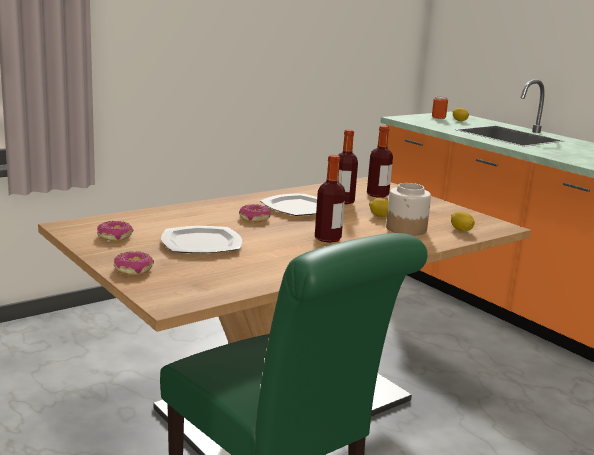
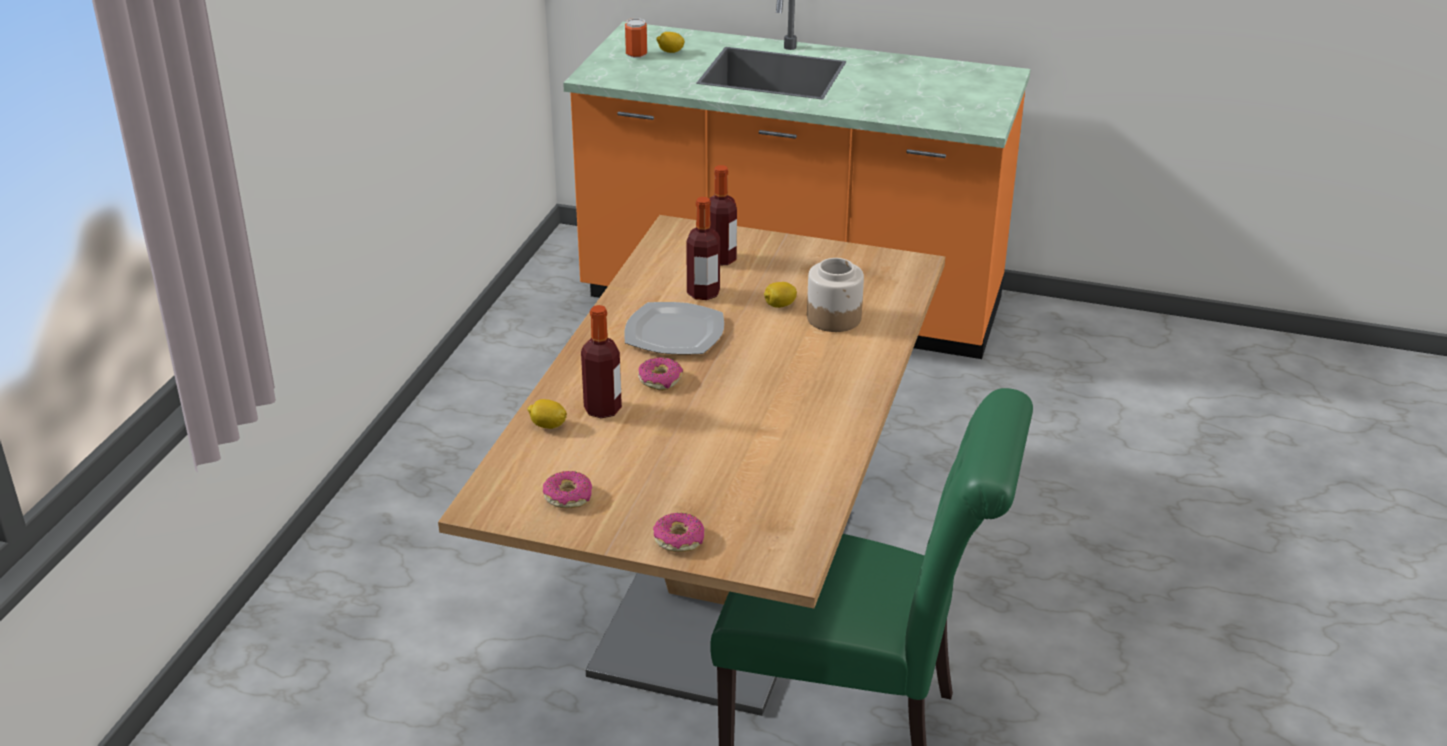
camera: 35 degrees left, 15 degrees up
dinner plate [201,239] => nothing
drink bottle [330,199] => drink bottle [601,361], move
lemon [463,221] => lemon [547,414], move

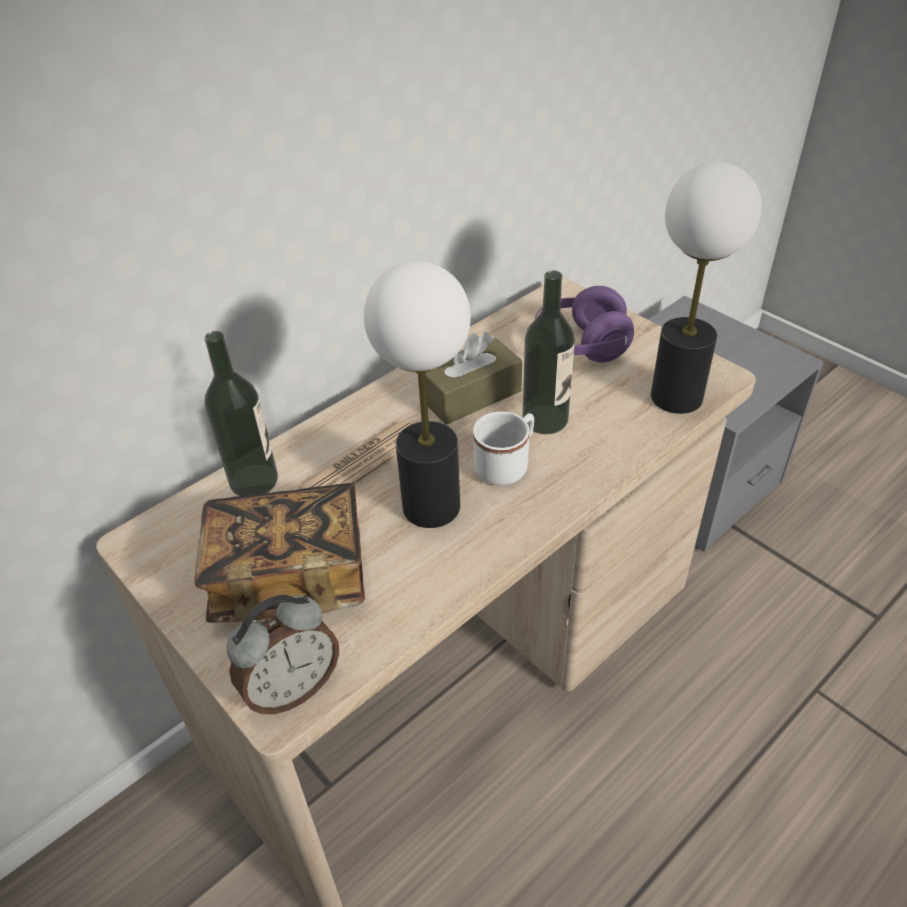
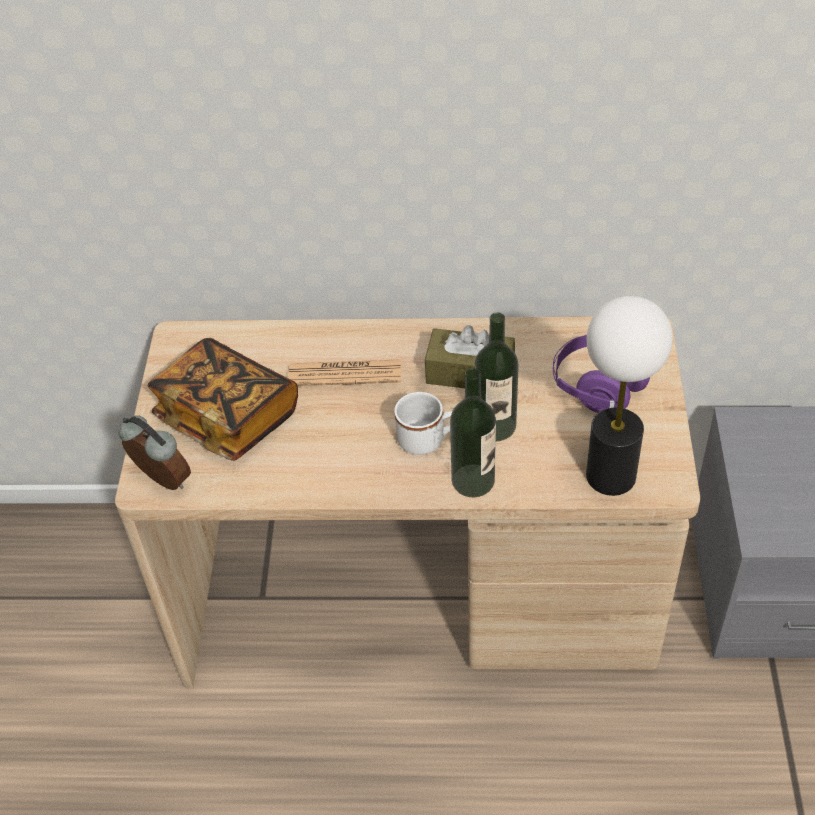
camera: 45 degrees right, 5 degrees up
table lamp [417,394] => nothing
drink bottle [241,413] => drink bottle [473,432], move
table clock [283,654] => table clock [154,452], 150 degrees counterclockwise

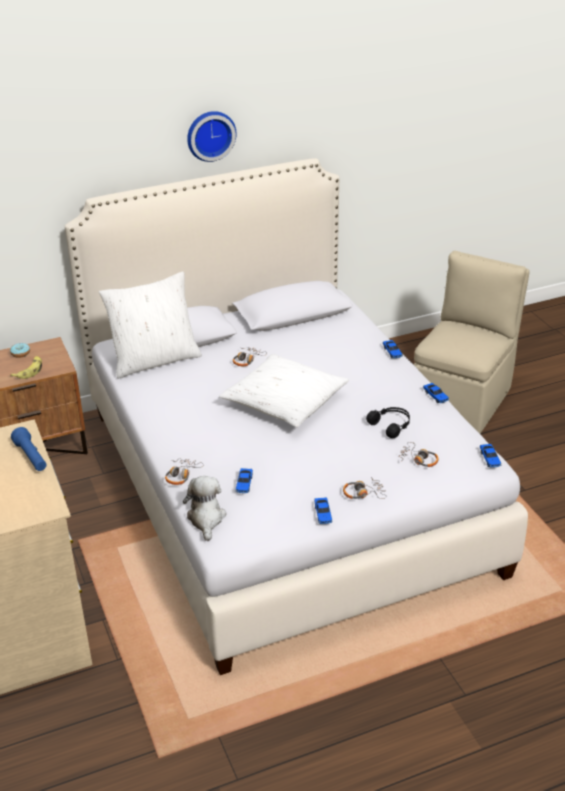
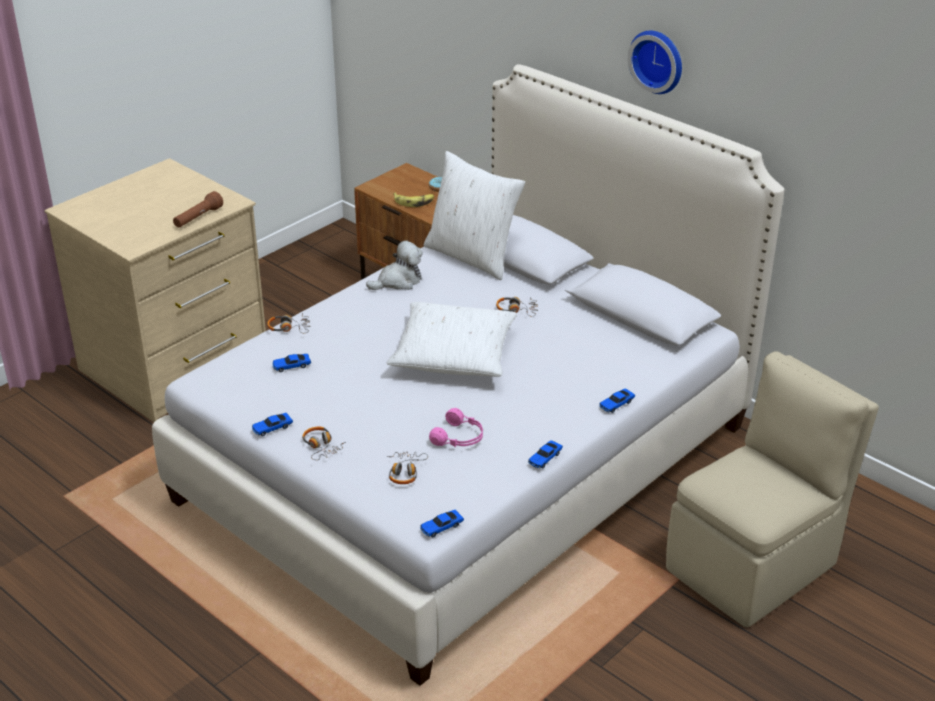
camera: 65 degrees right, 0 degrees up
cuddly toy [205,508] => cuddly toy [394,265], move
blue-coloured torch [29,449] => brown torch [198,209]
black headset [388,422] => pinkish headset [456,427]
beige-coloured upright chair [471,342] => beige-coloured upright chair [772,489], 45 degrees counterclockwise

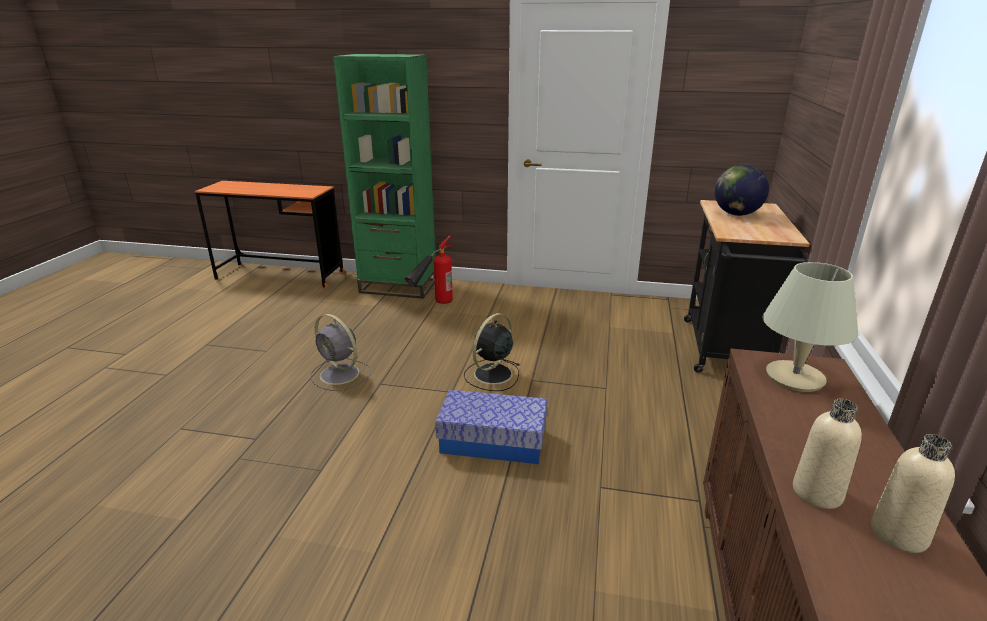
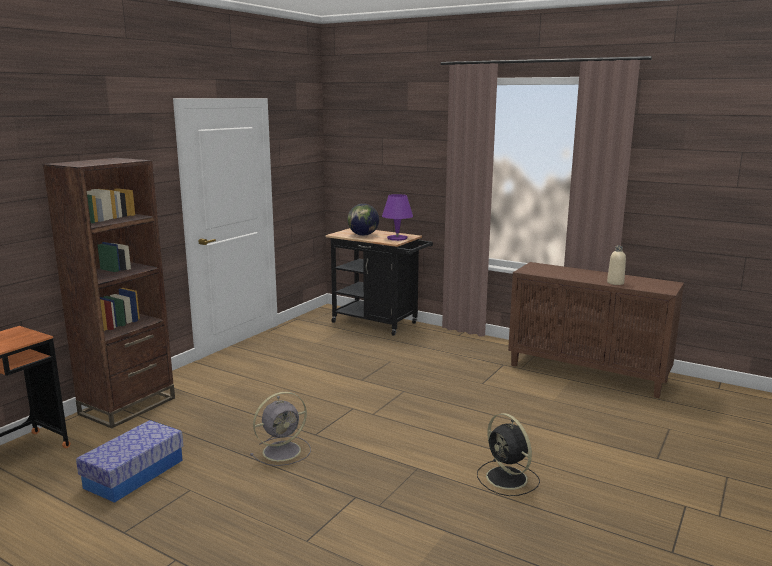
camera: 70 degrees left, 10 degrees down
fire-fighting cylinder [429,270] => nothing
beige-coloured table lamp [810,327] => nothing
beige-coloured drink bottle [913,493] => nothing
nothing => purple-coloured table lamp [397,217]
storage box [491,427] => storage box [129,461], move
black cooling fan [492,352] => black cooling fan [508,454], move
green-coloured bookshelf [384,176] => brown bookshelf [109,293]

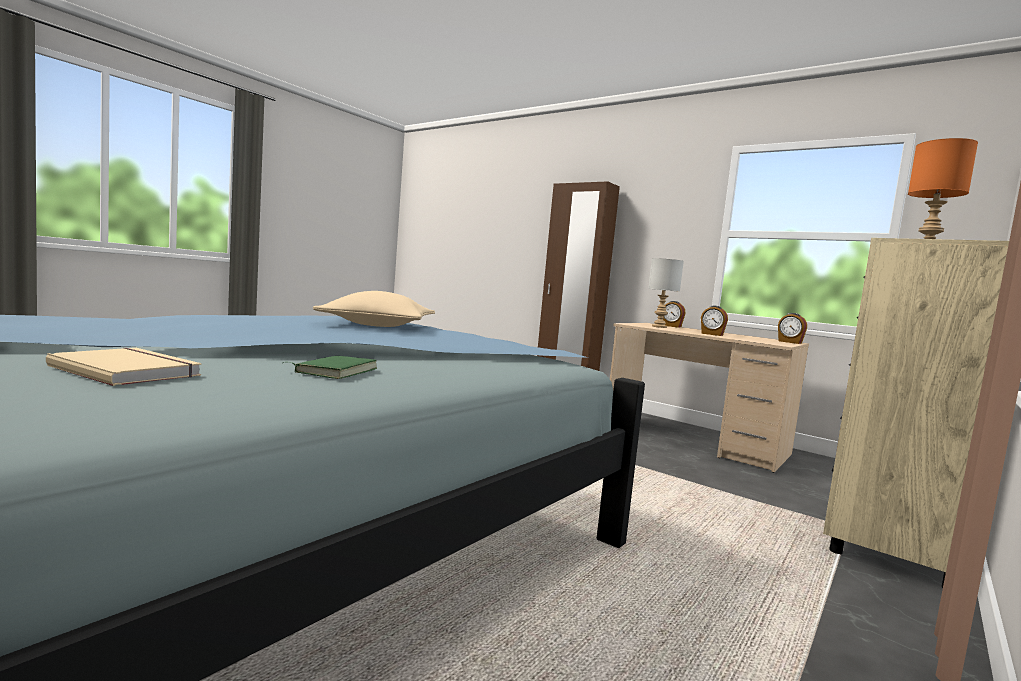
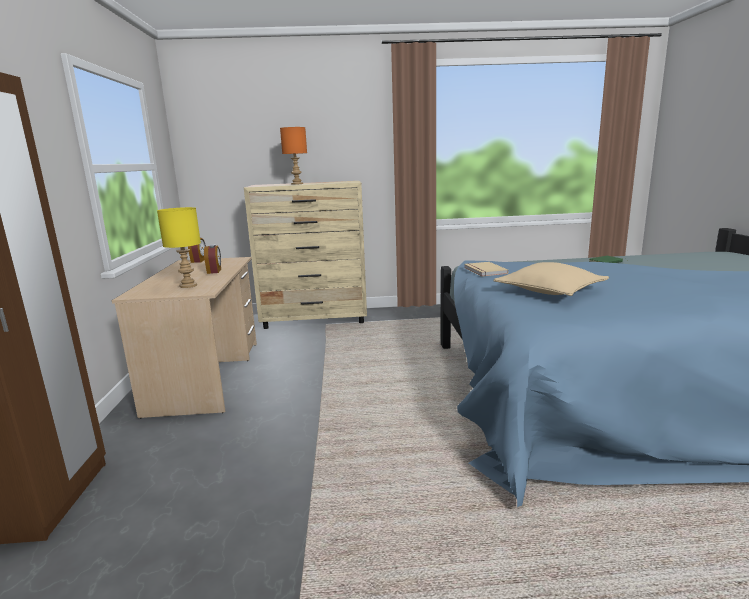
camera: 130 degrees left, 10 degrees up
table clock [674,314] => nothing
beige-coloured bound book [124,367] => beige-coloured bound book [487,269], move
grey table lamp [666,293] => yellowish table lamp [179,247]

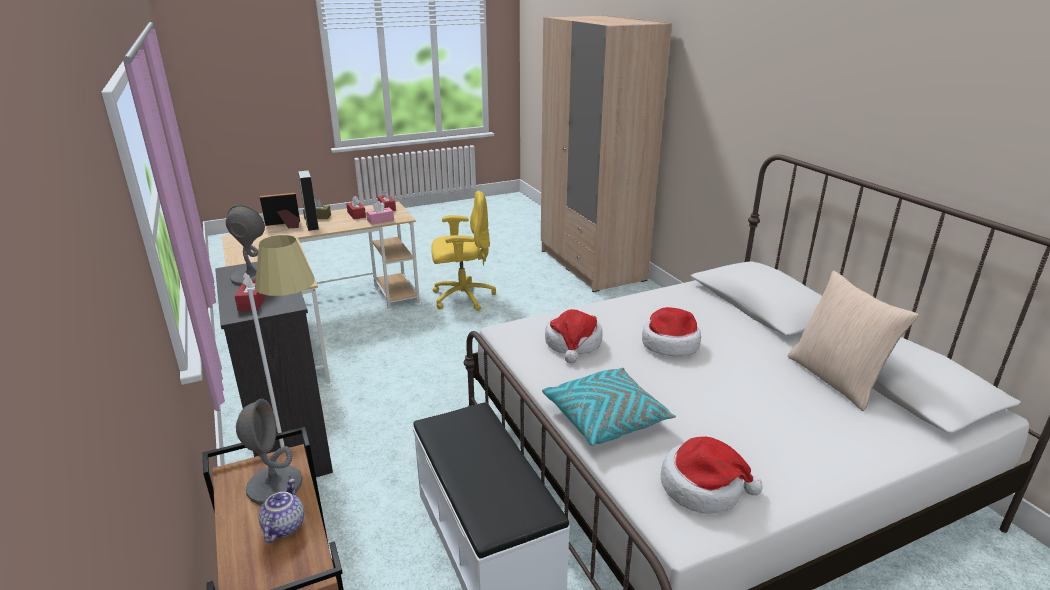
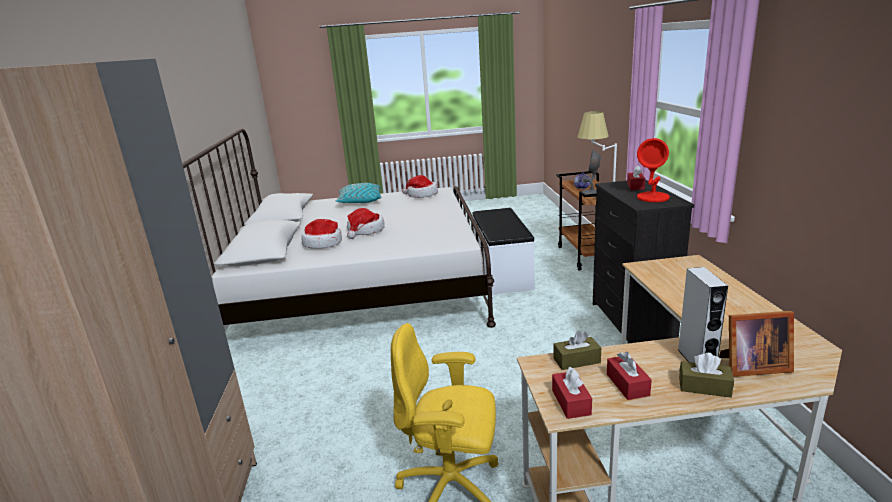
camera: 160 degrees left, 5 degrees down
beige-coloured throw pillow [853,340] => nothing
turquoise throw pillow [609,407] => turquoise throw pillow [359,193], move
wearable hat [574,336] => wearable hat [321,234], move
grey table lamp [245,245] => red-coloured table lamp [653,170]
pinkish box of tissues [380,213] => brown box of tissues [577,350]

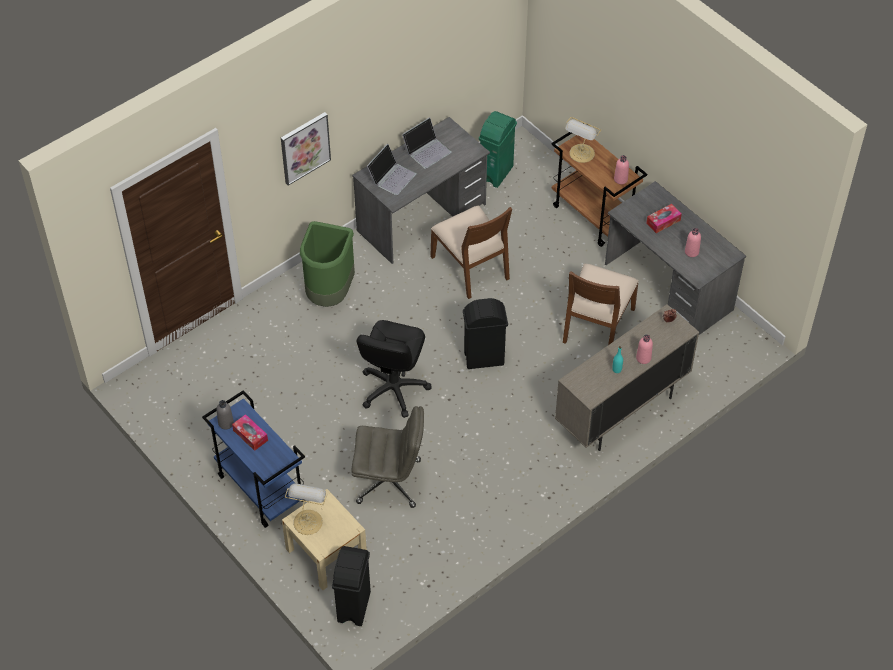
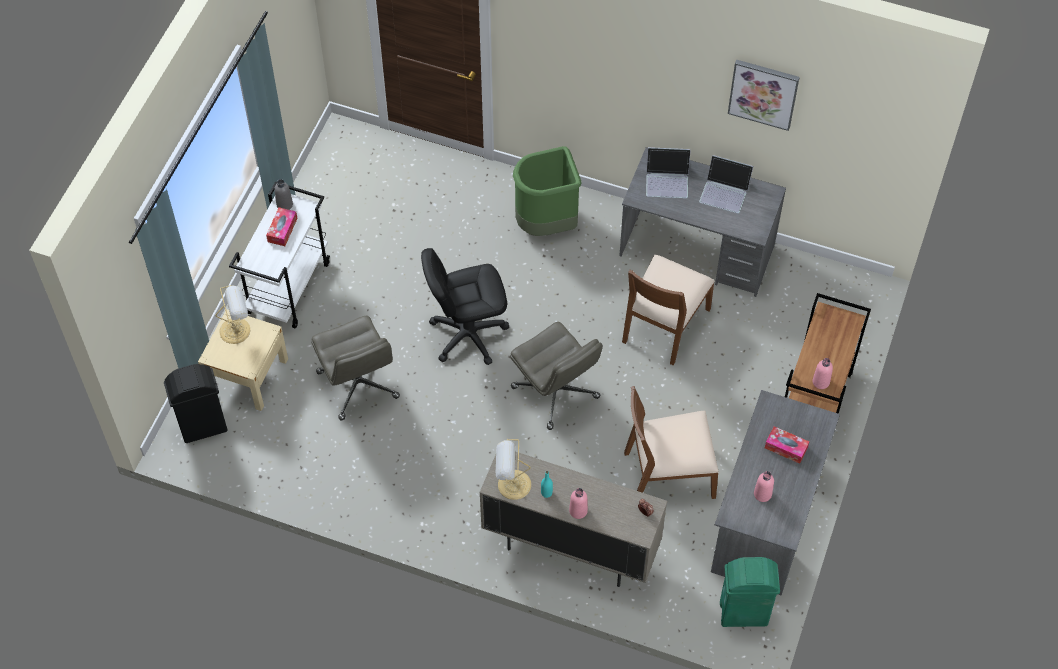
camera: 60 degrees right, 5 degrees up
wall picture [306,149] => wall picture [764,95], move
green-coloured rubbish bin [498,149] => green-coloured rubbish bin [750,592], move
table lamp [583,140] => table lamp [513,469], move
black rubbish bin [485,333] => grey computer chair [556,376]
blue-coloured wheeled cart [253,459] => whitish wheeled cart [279,255]

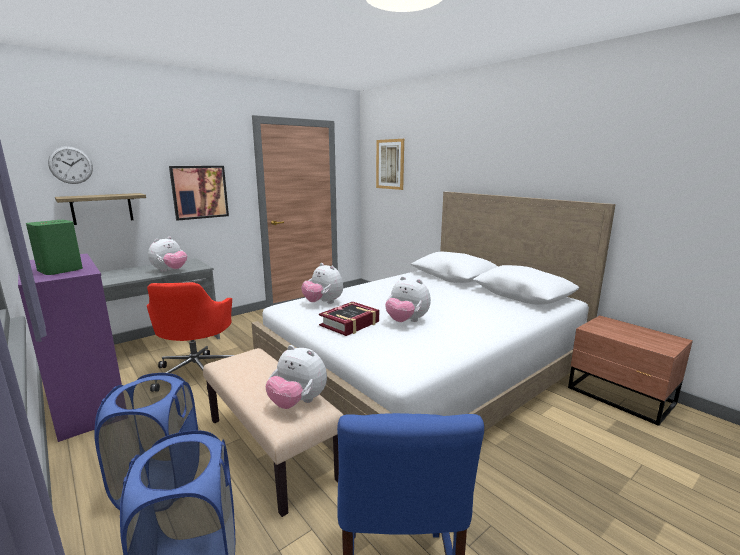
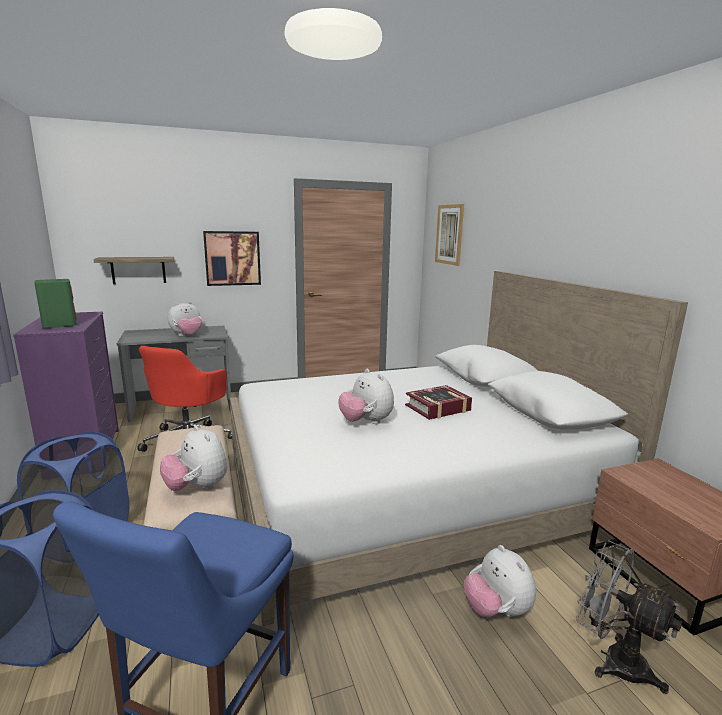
camera: 20 degrees right, 0 degrees up
wall clock [70,165] => nothing
nothing => grey cooling fan [629,617]
cuddly toy [322,283] => cuddly toy [500,581], move
bound book [349,319] => bound book [438,402], move

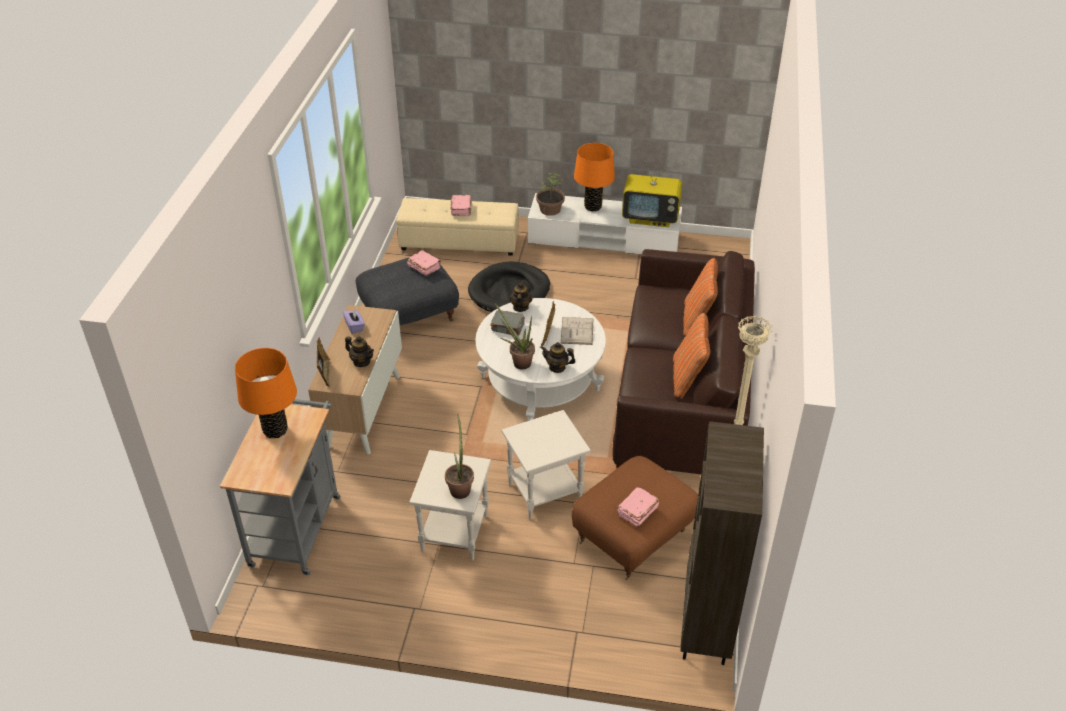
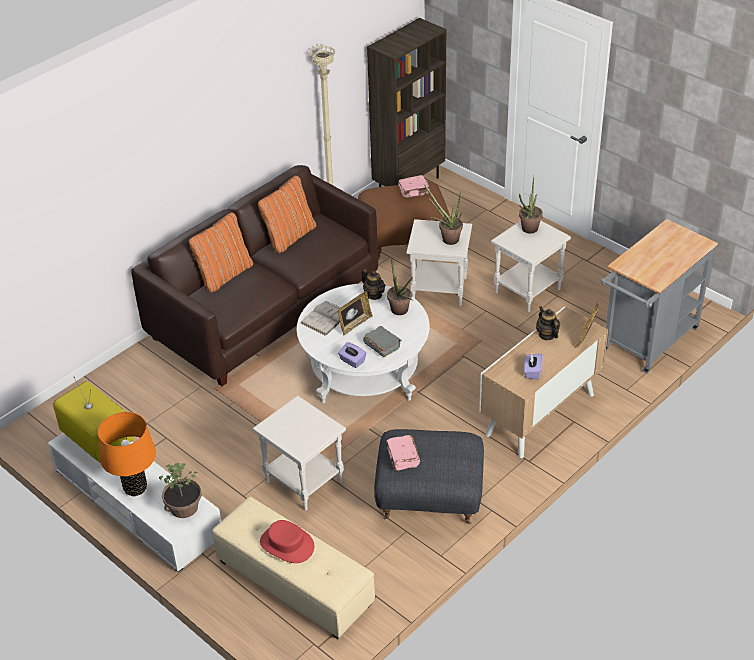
camera: 145 degrees left, 0 degrees up
orangey table lamp [266,393] => nothing
nothing => plant in a pot [443,215]
pinkish bound book [461,205] => red-coloured wearable hat [287,541]
black dog cushion [509,286] => whitish end table [299,453]
tea pot [520,296] => purple-coloured box of tissues [352,355]

